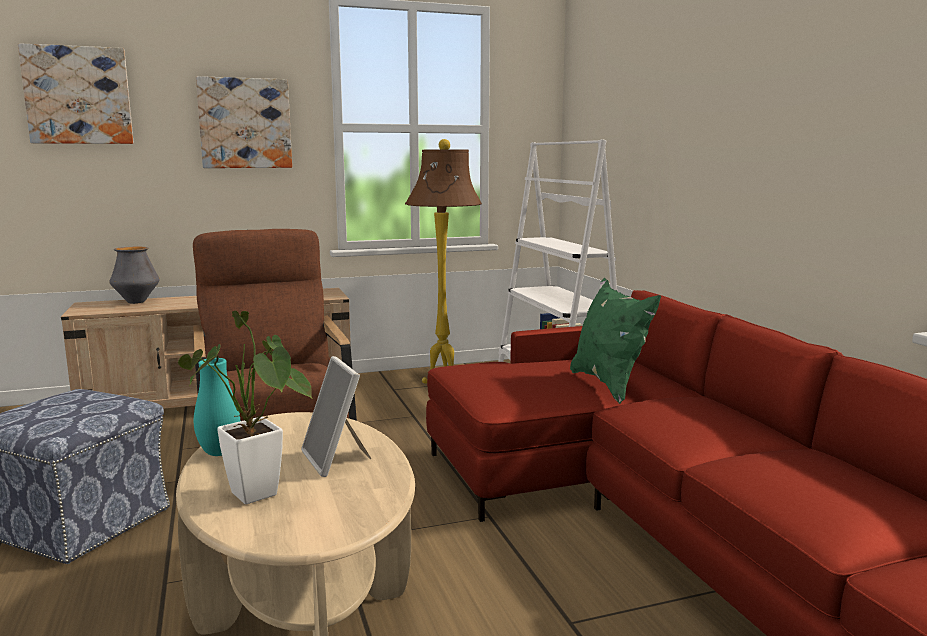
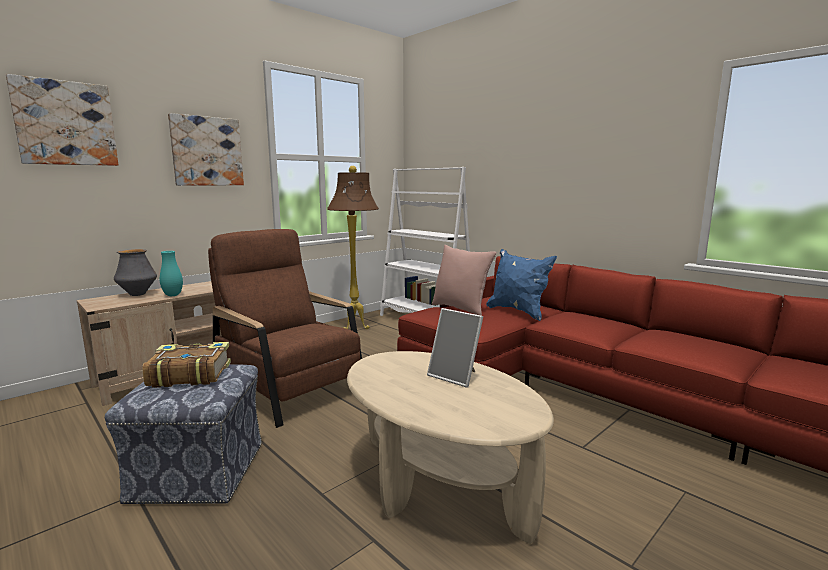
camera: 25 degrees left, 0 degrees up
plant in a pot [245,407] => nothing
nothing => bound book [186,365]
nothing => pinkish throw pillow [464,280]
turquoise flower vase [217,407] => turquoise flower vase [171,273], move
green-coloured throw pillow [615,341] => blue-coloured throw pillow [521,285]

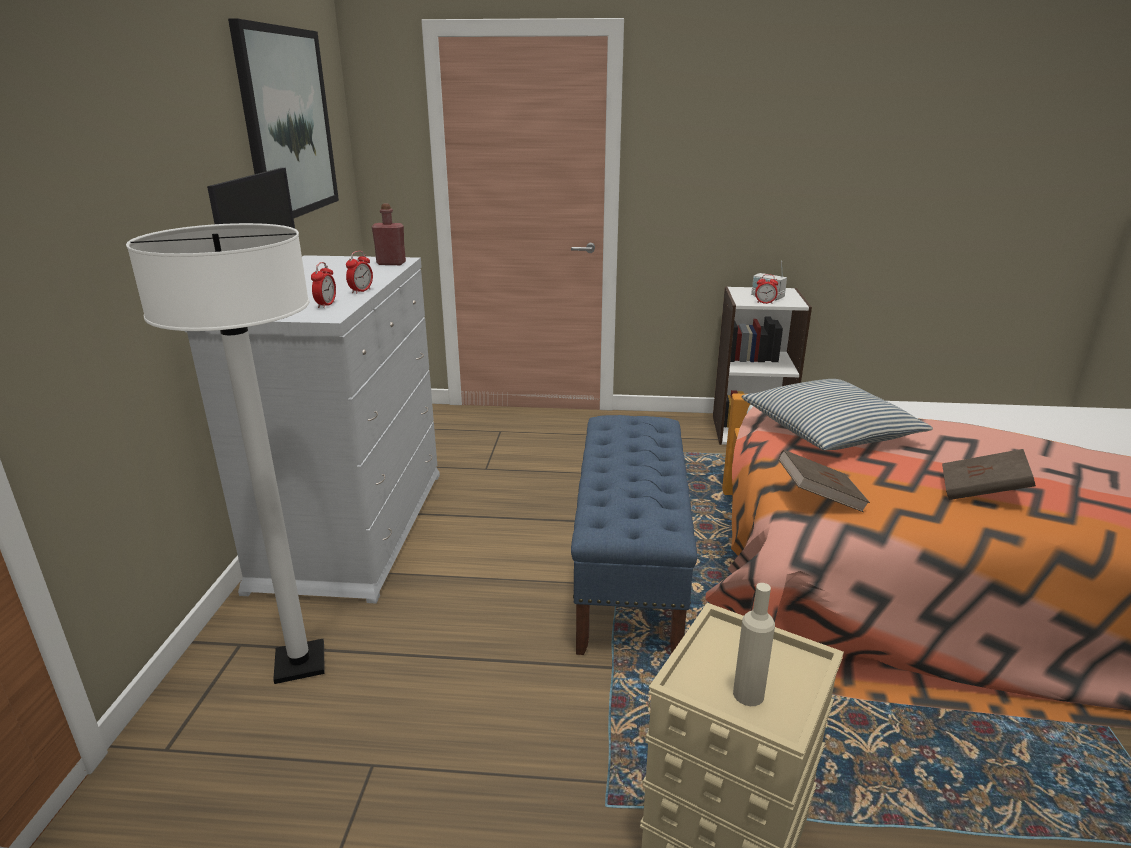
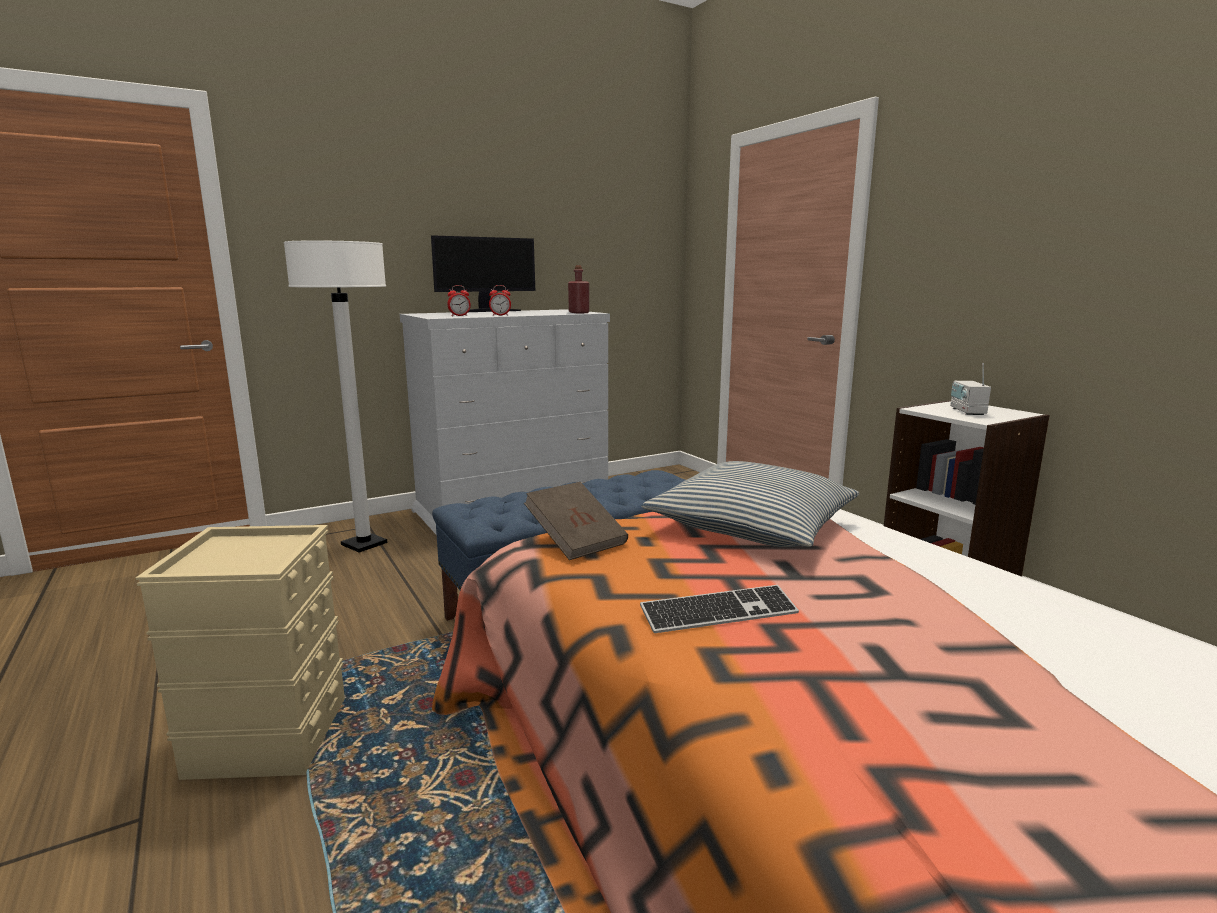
camera: 55 degrees right, 10 degrees down
wall picture [283,118] => nothing
beige-coloured drink bottle [754,644] => nothing
table clock [766,289] => nothing
brown bound book [989,474] => computer keyboard [719,609]

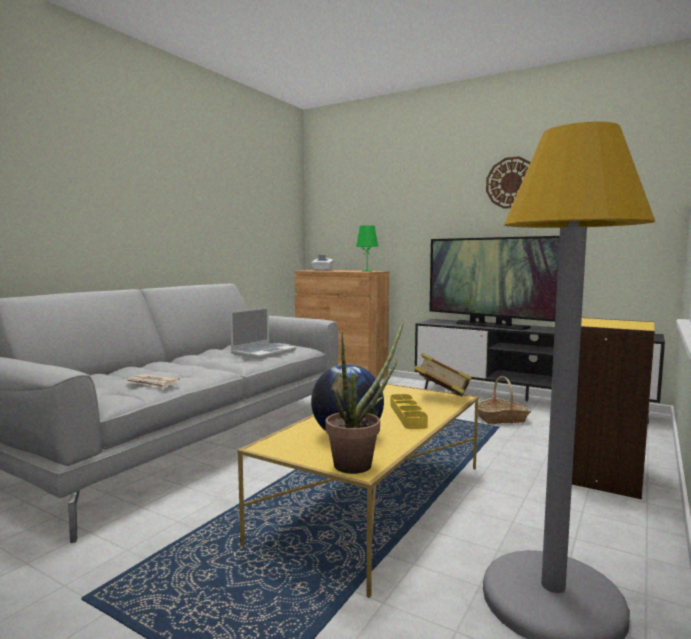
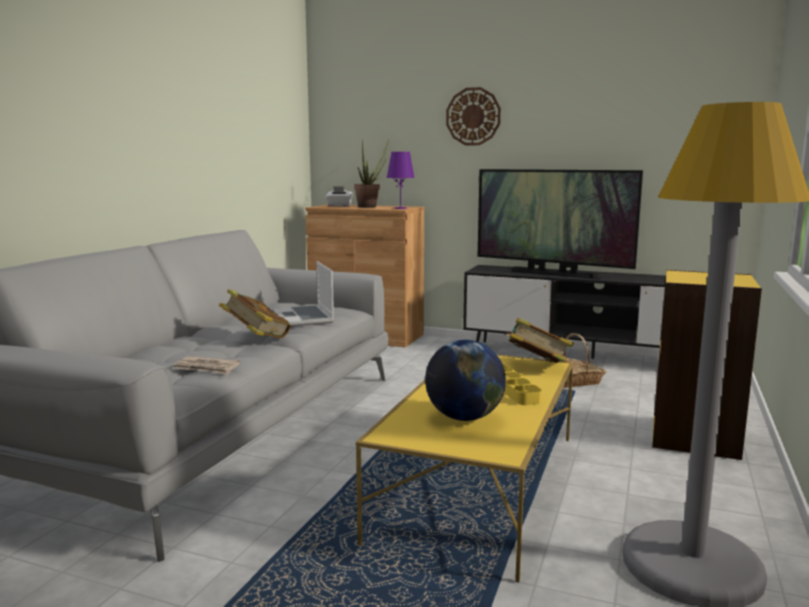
camera: 10 degrees left, 5 degrees up
nothing => bound book [255,314]
plant in a pot [364,397] => plant in a pot [371,173], move
wall clock [508,182] => wall clock [473,116], move
green-coloured table lamp [367,248] => purple-coloured table lamp [401,180]
portable computer [263,333] => portable computer [304,293], 135 degrees clockwise

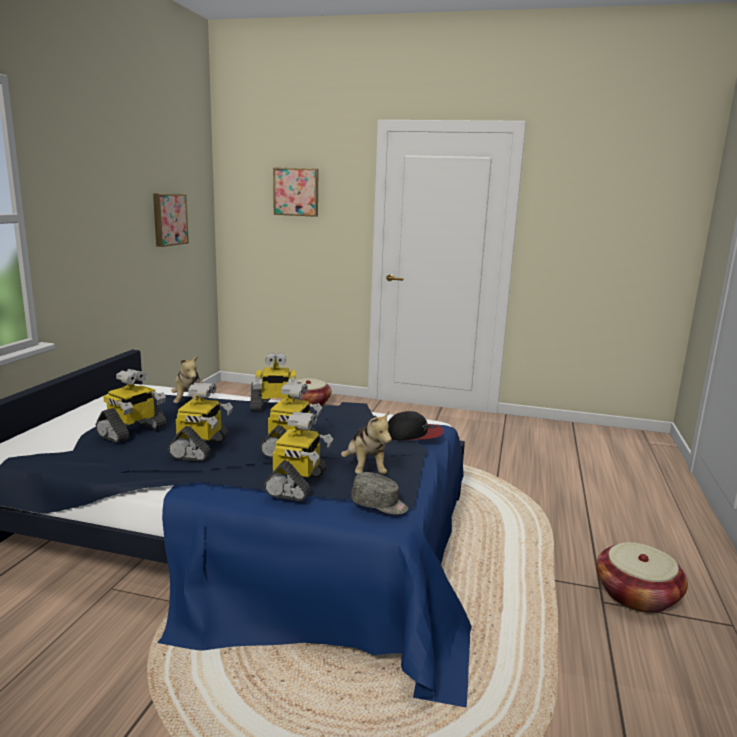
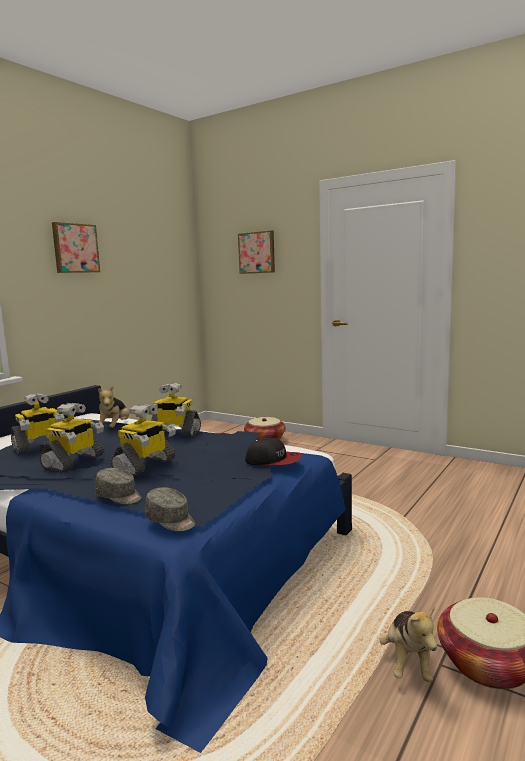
camera: 20 degrees right, 5 degrees down
wall picture [171,220] => wall picture [76,247], move
cuddly toy [366,442] => cuddly toy [408,644], move
model robot [298,456] => grey peaked cap [118,486]

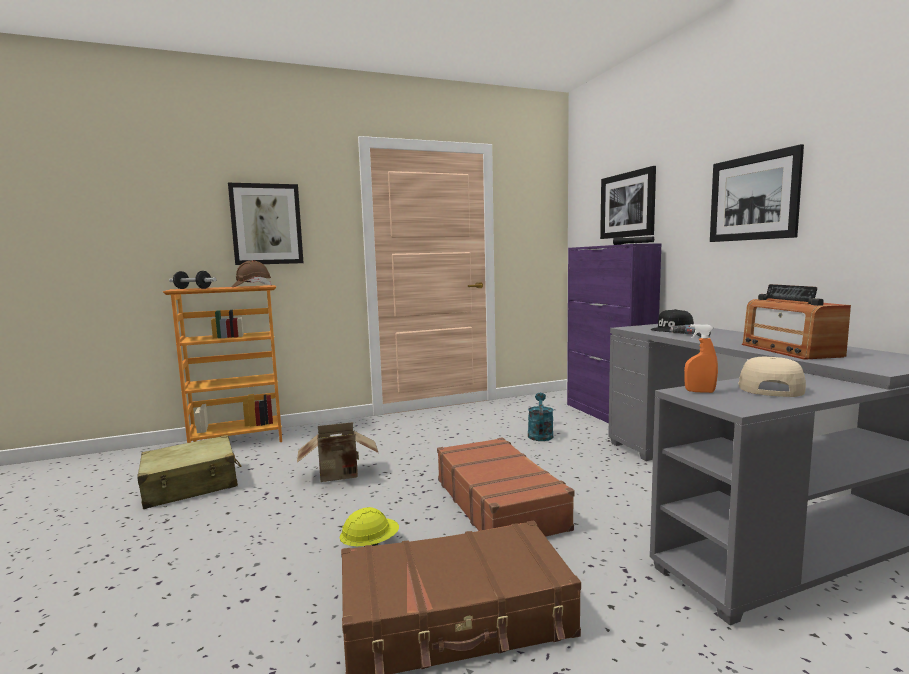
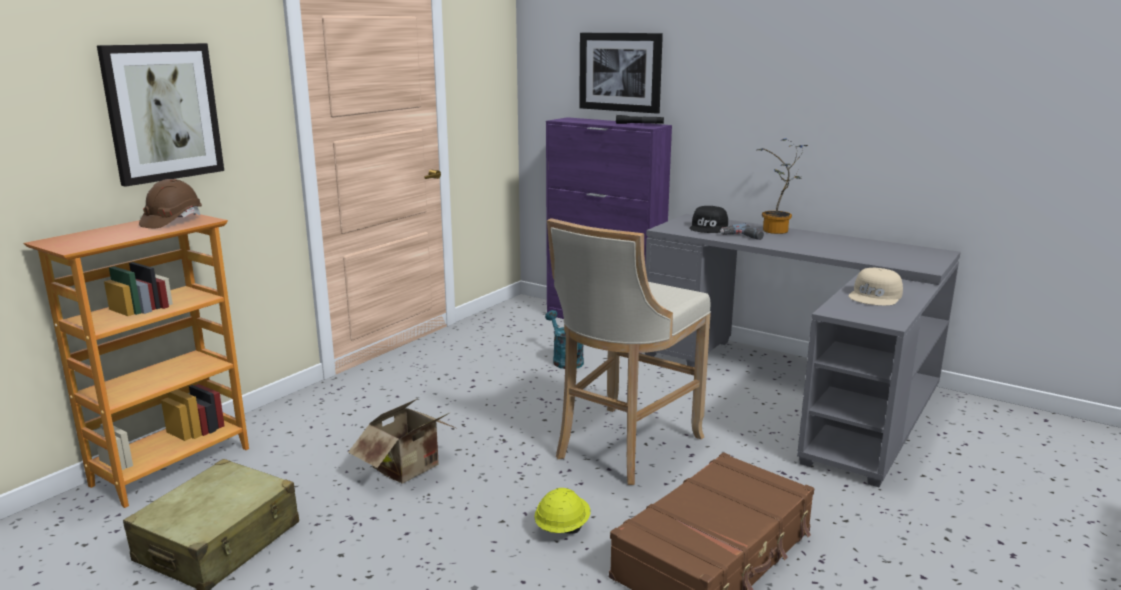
camera: 35 degrees left, 10 degrees up
free weight [192,280] => nothing
orangey hand sprayer [701,358] => nothing
wall picture [757,193] => nothing
radio receiver [796,322] => nothing
nothing => plant in a pot [782,186]
brown suitcase [506,487] => beige-coloured sitting stool [629,351]
beige-coloured peaked cap [772,377] => beige-coloured peaked cap [875,287], 135 degrees counterclockwise

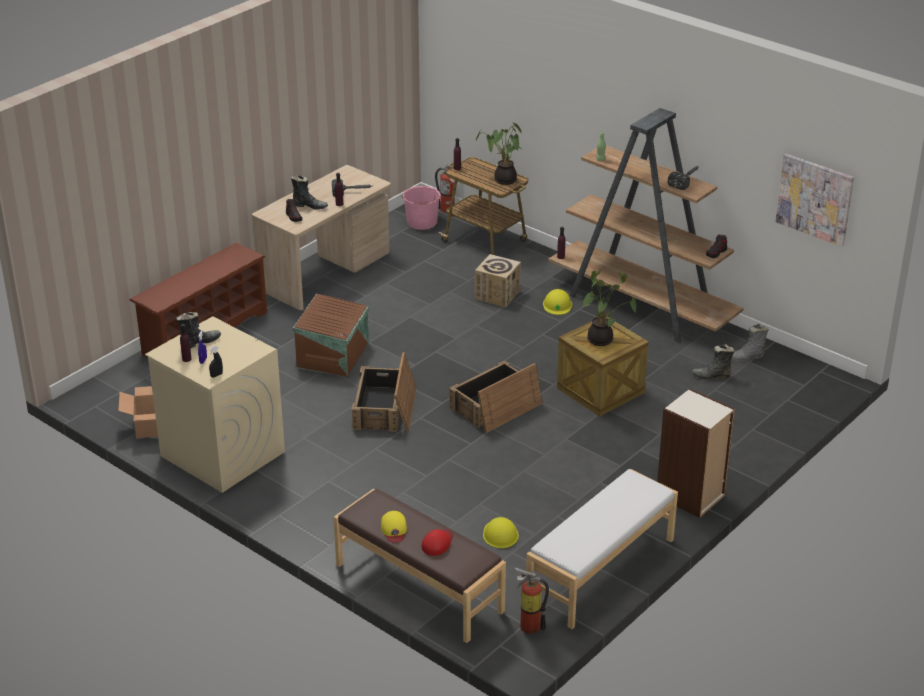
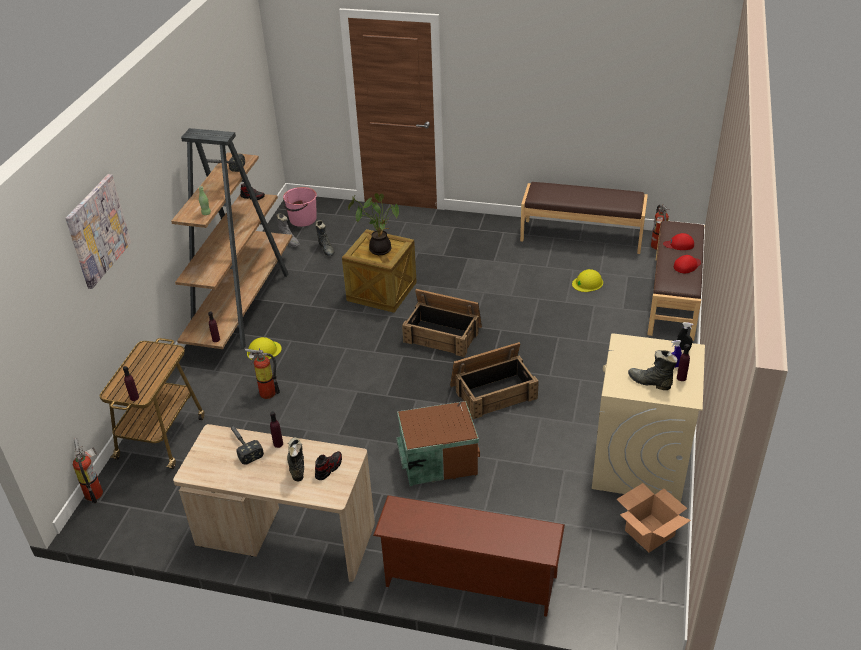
camera: 115 degrees left, 5 degrees up
plant in a pot [499,153] => nothing
bookshelf [696,453] => nothing
pinkish bucket [422,208] => pinkish bucket [300,207], move
wall picture [815,200] => wall picture [98,231], move
cardboard box [498,280] => fire-fighting cylinder [262,373]
yellowish peaked cap [394,526] => red-coloured peaked cap [687,264]
whitish long seat [602,549] => brown long seat [584,218]

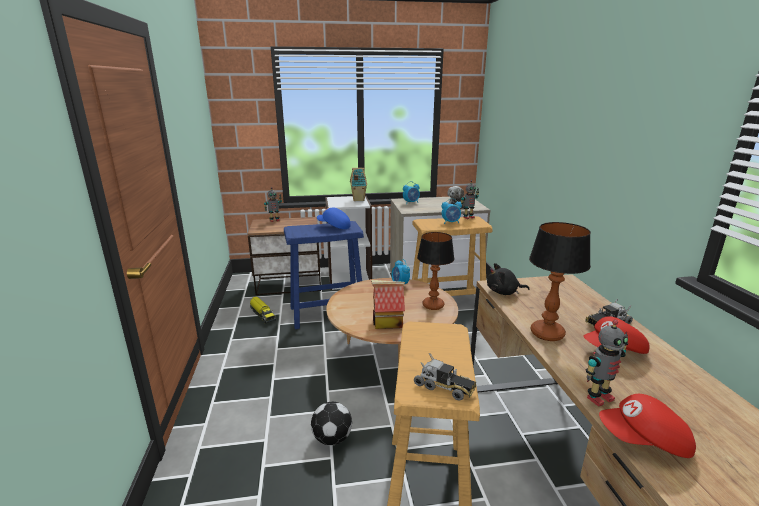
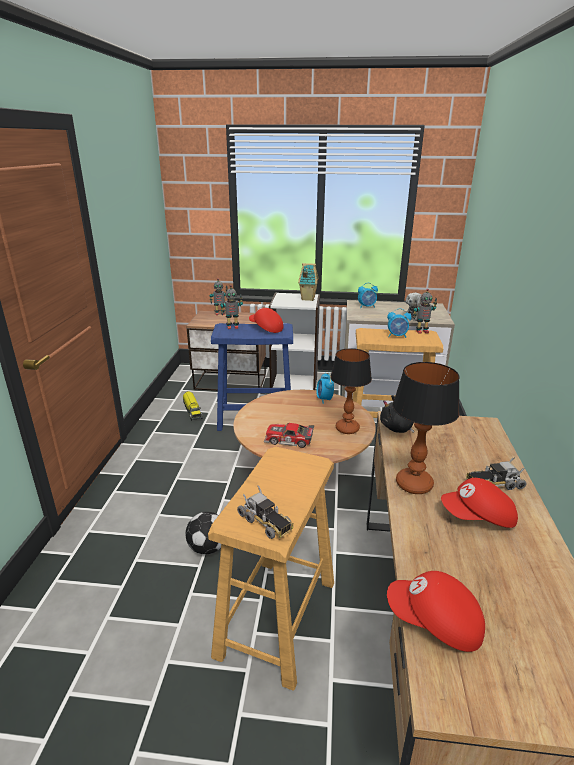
camera: 15 degrees right, 5 degrees up
model robot [607,363] => model robot [231,307], move
model house [388,304] => miniature car [289,435]
blue-coloured peaked cap [334,218] => red-coloured peaked cap [266,320]

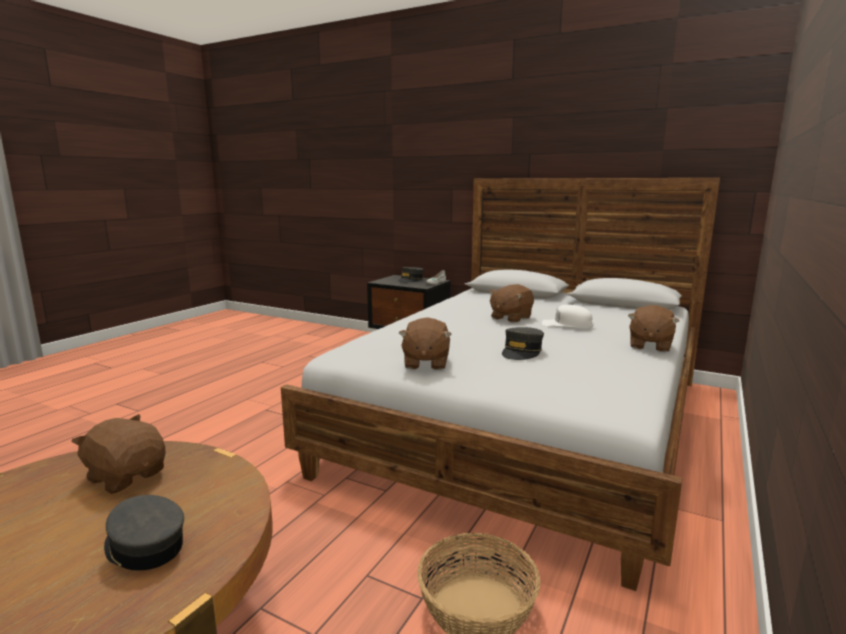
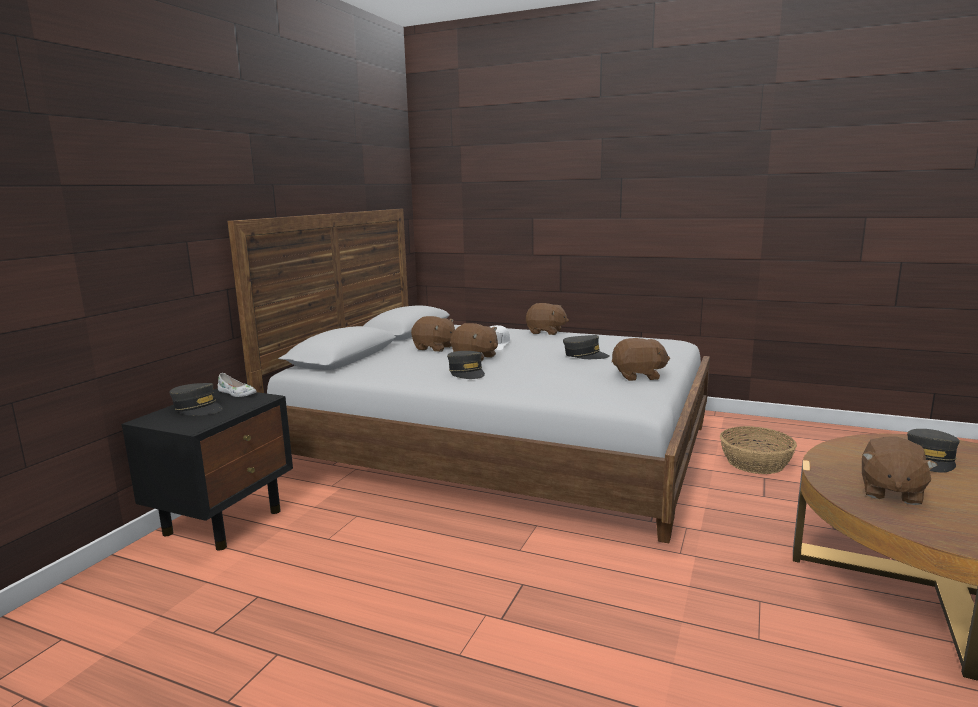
camera: 95 degrees left, 0 degrees up
nothing => brown cuddly toy [433,334]
nothing => grey peaked cap [466,365]

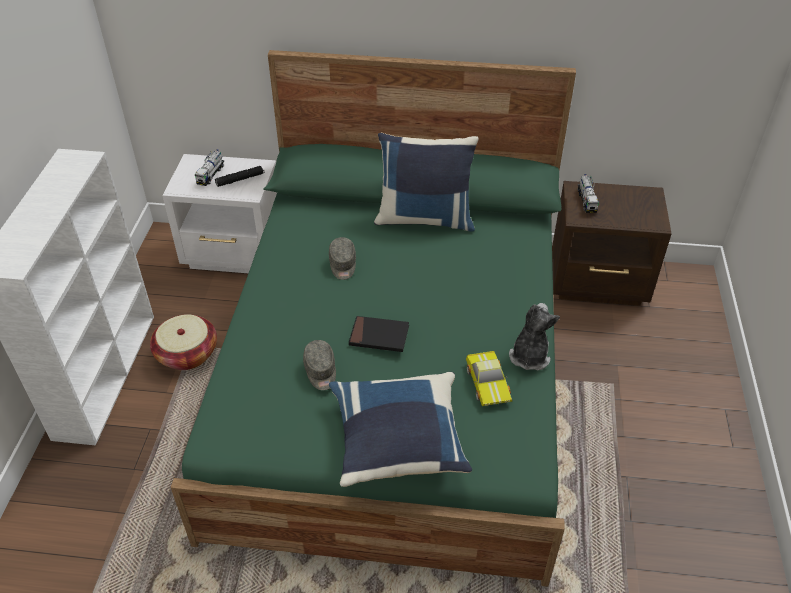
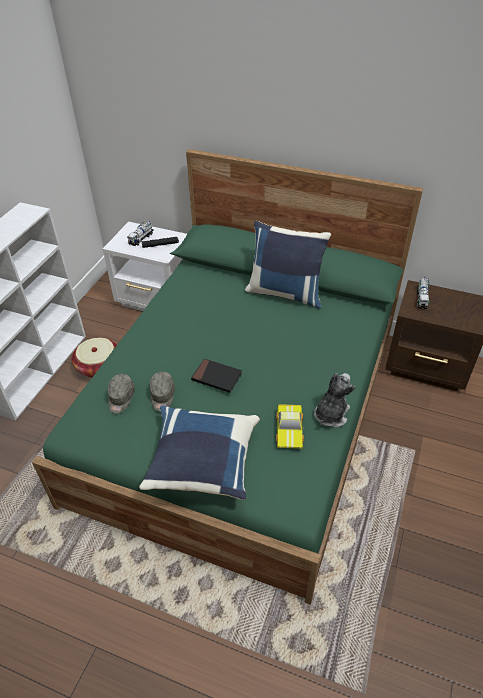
camera: 15 degrees right, 0 degrees up
grey peaked cap [342,258] => grey peaked cap [121,394], move

